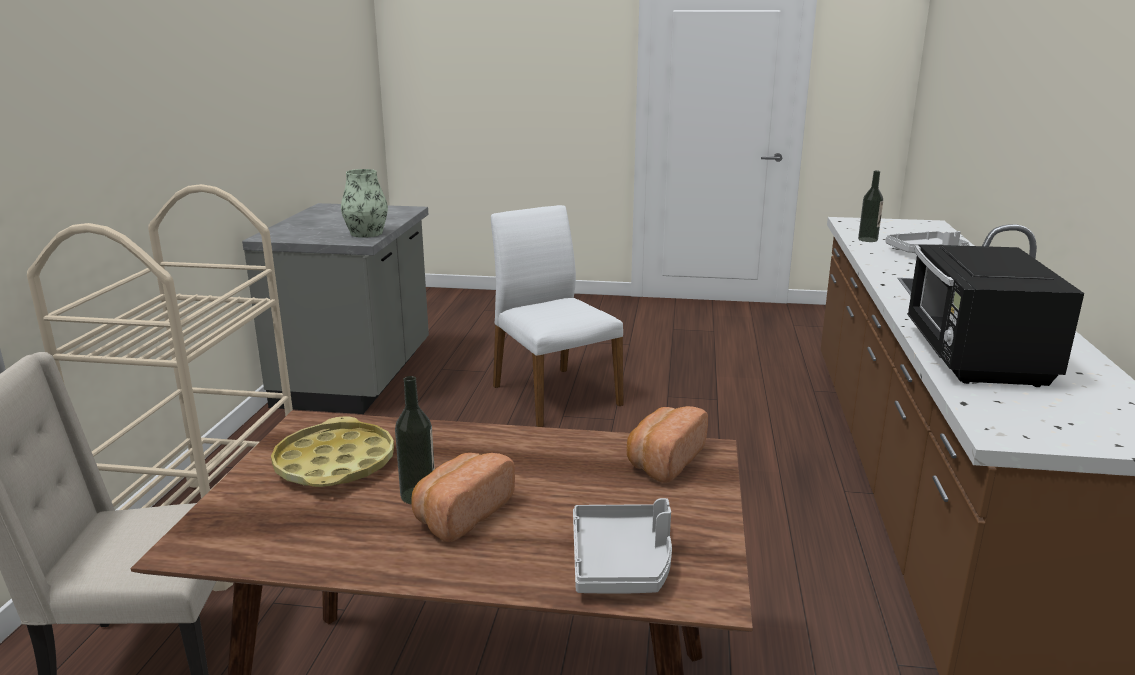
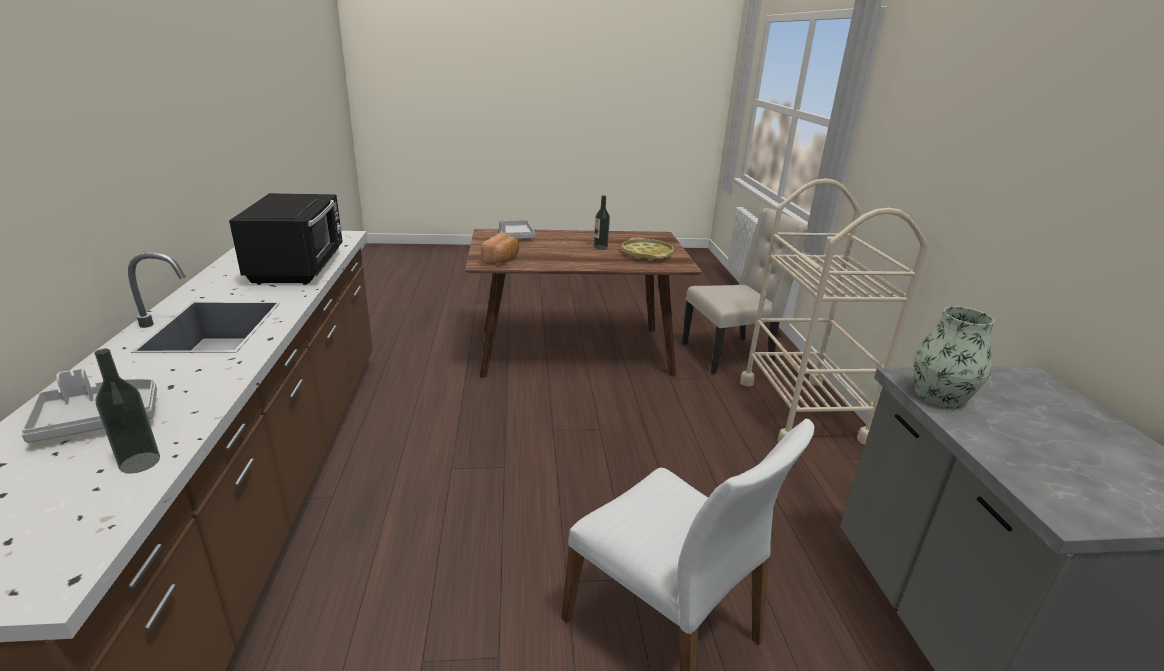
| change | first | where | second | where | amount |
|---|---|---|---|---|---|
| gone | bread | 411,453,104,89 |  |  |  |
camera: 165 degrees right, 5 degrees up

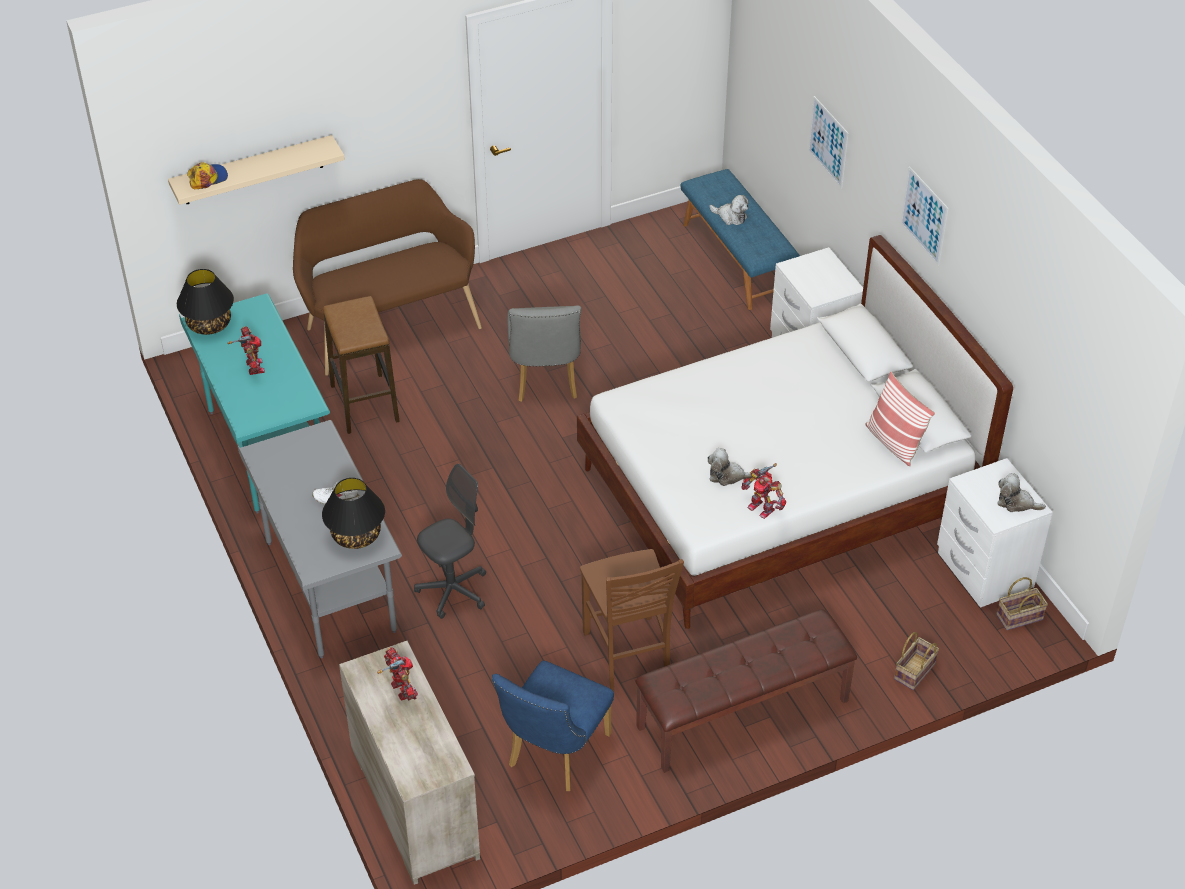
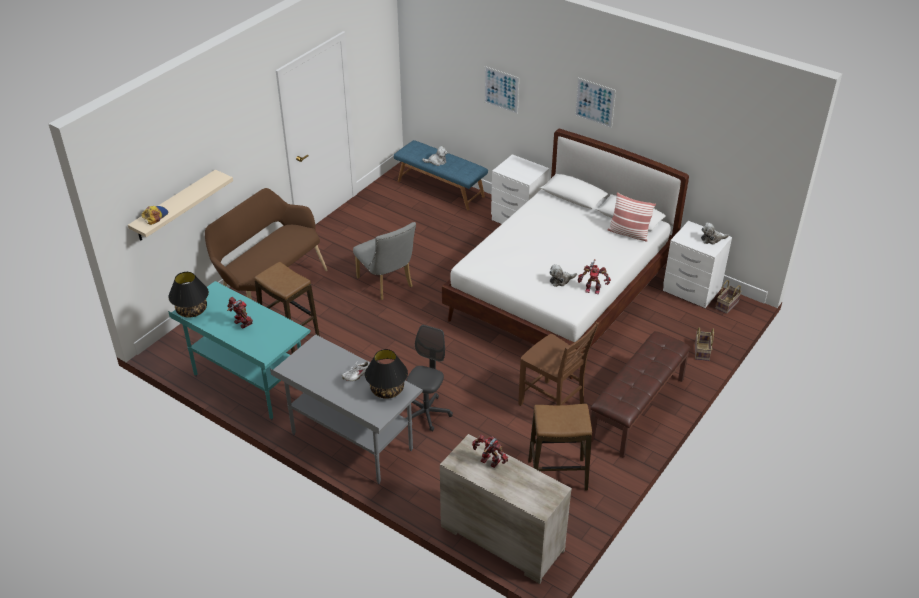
| change | first | where | second | where | amount |
|---|---|---|---|---|---|
| swapped | chair (blue) | 492,661,122,130 | stool | 528,404,64,87 |  |
camera: 30 degrees left, 5 degrees down

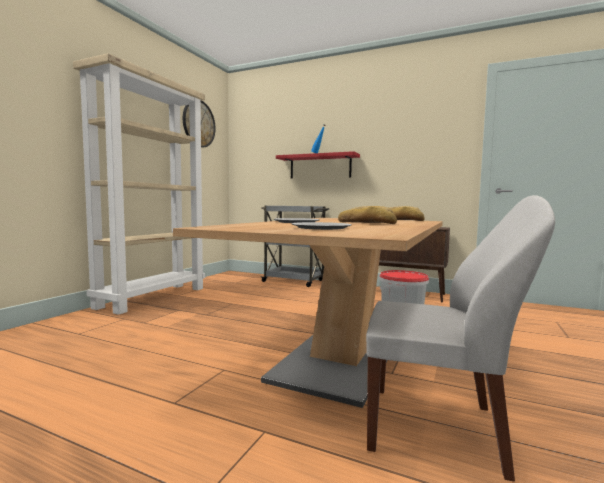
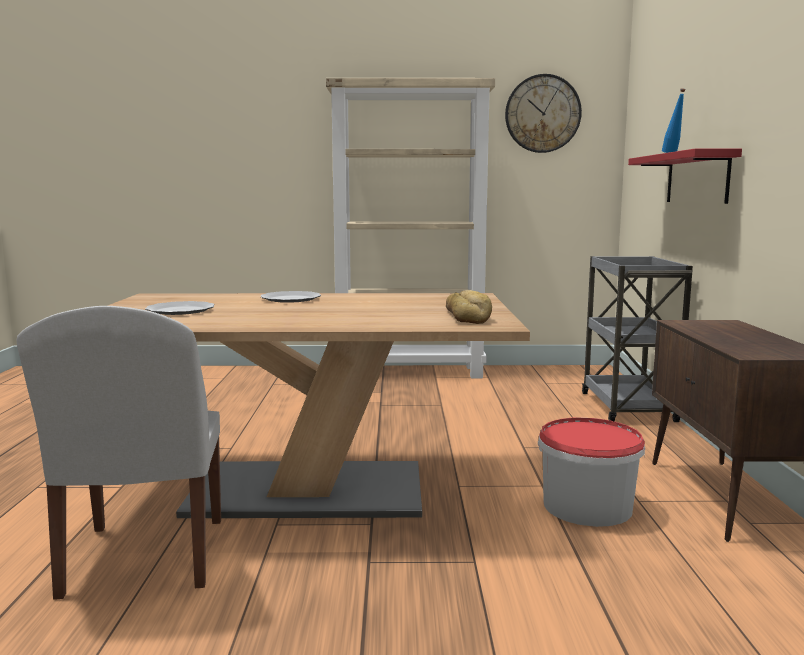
| change | first | where | second | where | amount |
|---|---|---|---|---|---|
| gone | bread | 338,206,59,18 |  |  |  |
camera: 65 degrees right, 5 degrees up

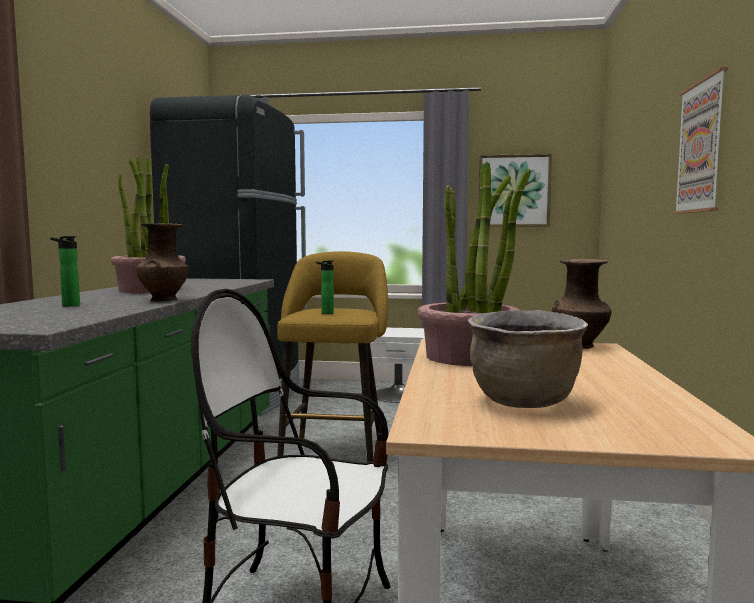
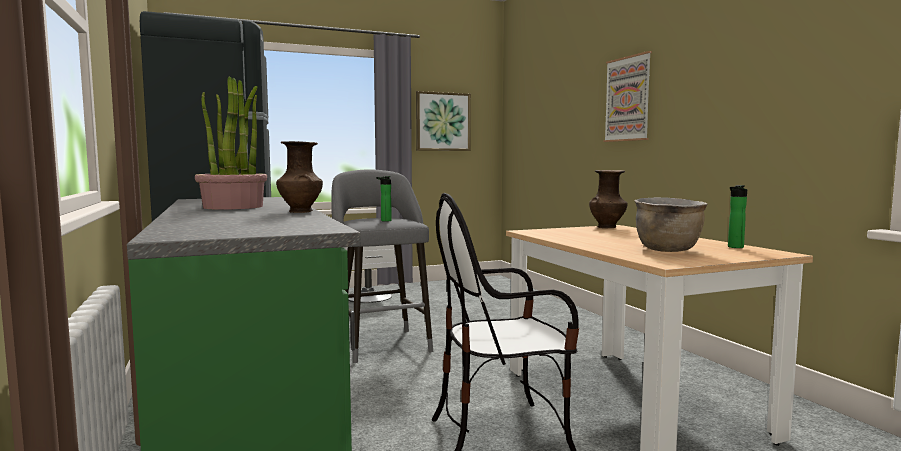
| change | first | where | second | where | amount |
|---|---|---|---|---|---|
| gone | potted plant | 418,161,113,205 |  |  |  |
| shifted | bottle | 50,236,30,71 |  | 728,185,19,63 |  |
| repainted | stool (yellow) | 277,251,111,211 | stool (grey) | 331,169,102,194 |  |
camera: 30 degrees left, 0 degrees up

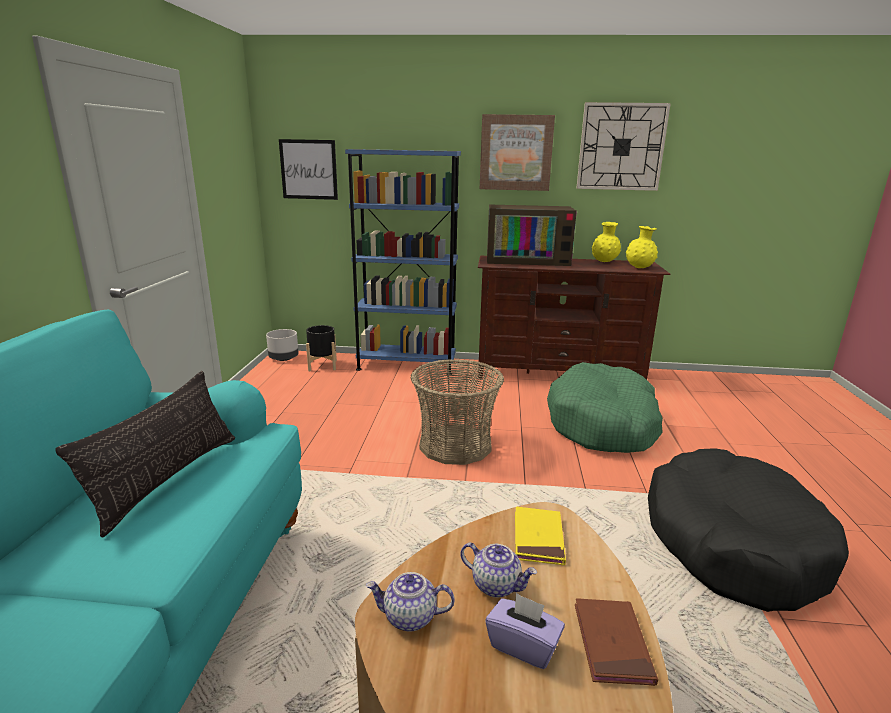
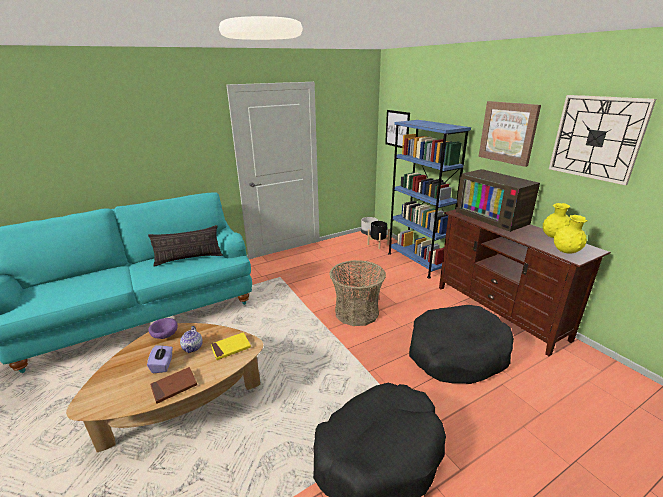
| change | first | where | second | where | amount |
|---|---|---|---|---|---|
| repainted | dog bed (green) | 547,362,116,91 | dog bed (black) | 409,305,105,79 |  |
| swapped | teapot | 366,572,89,60 | bowl (purple) | 148,318,30,21 |  |
camera: 55 degrees right, 5 degrees up

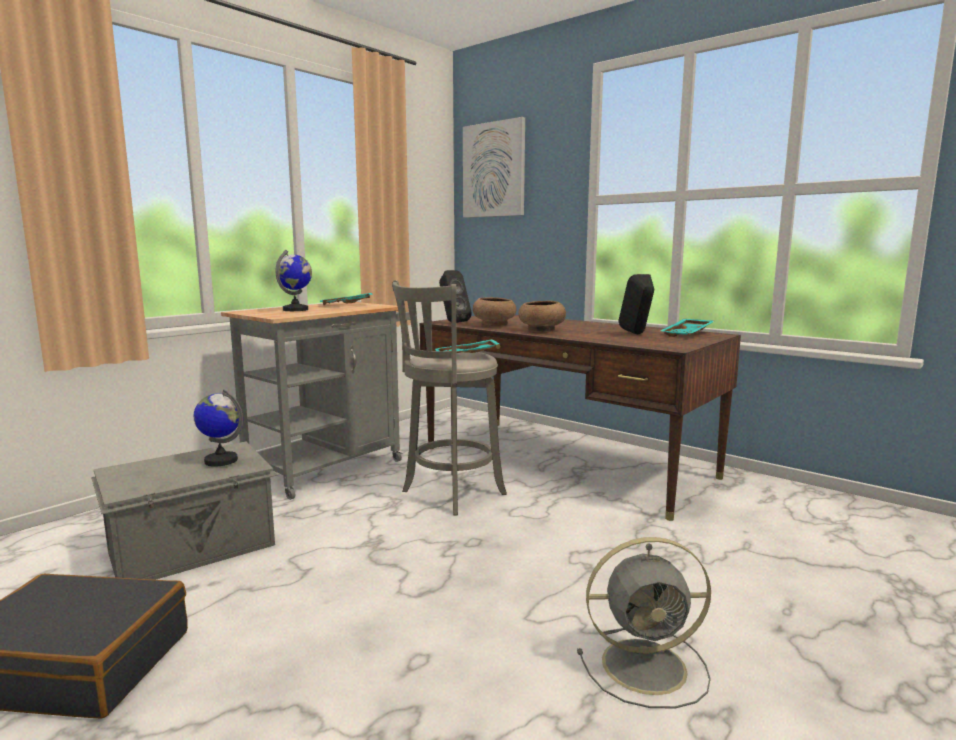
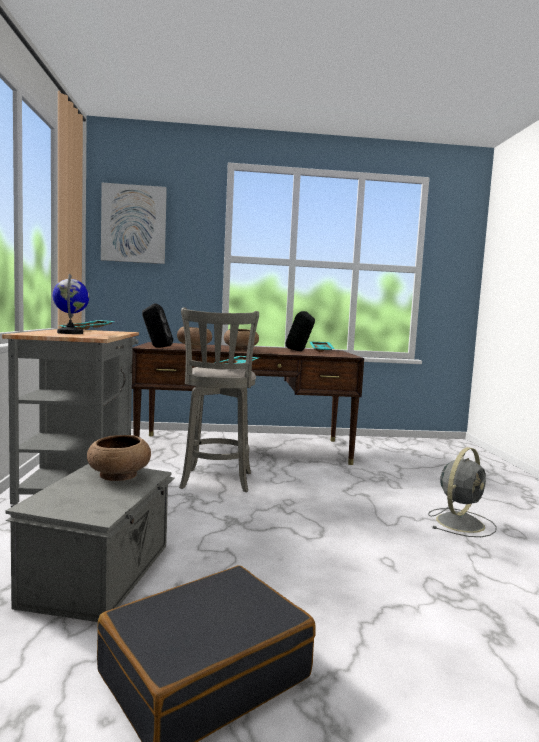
| change | first | where | second | where | amount |
|---|---|---|---|---|---|
| swapped | globe | 193,389,50,78 | bowl (brown) | 87,435,64,46 |  |
camera: 45 degrees left, 5 degrees down

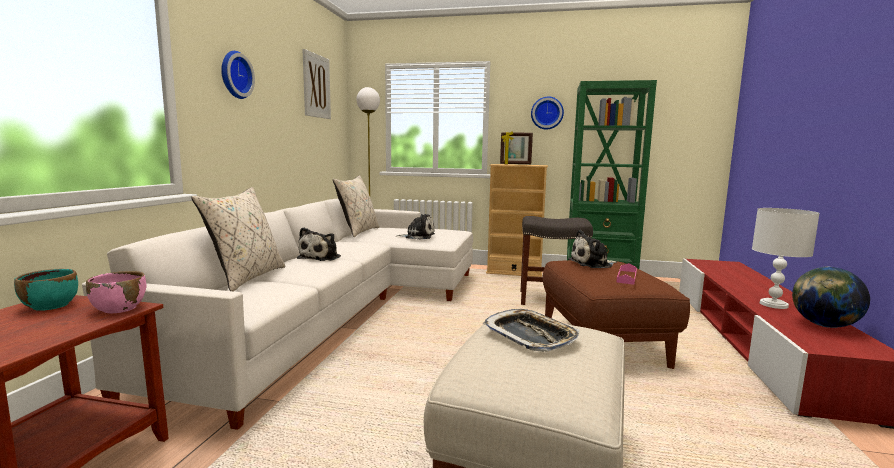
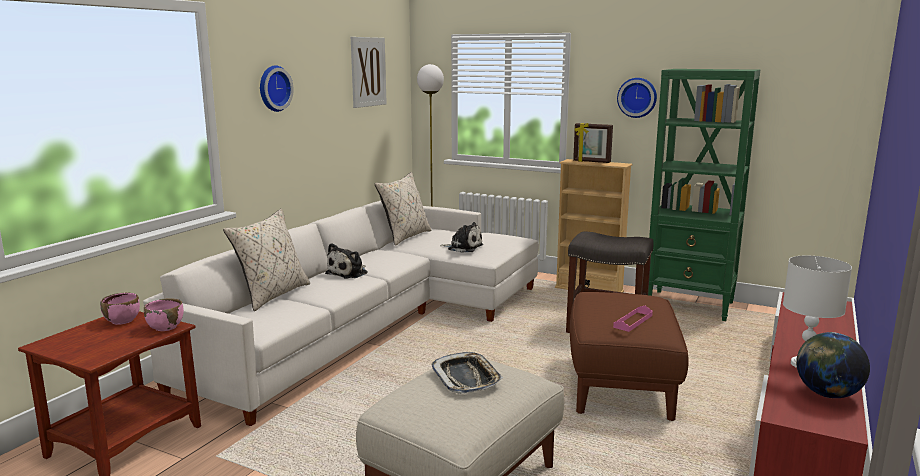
| change | first | where | second | where | amount |
|---|---|---|---|---|---|
| gone | plush toy | 568,230,49,38 |  |  |  |
| repainted | bowl (turquoise) | 14,269,64,42 | bowl (pink) | 100,293,40,32 |  |
camera: 15 degrees right, 5 degrees up

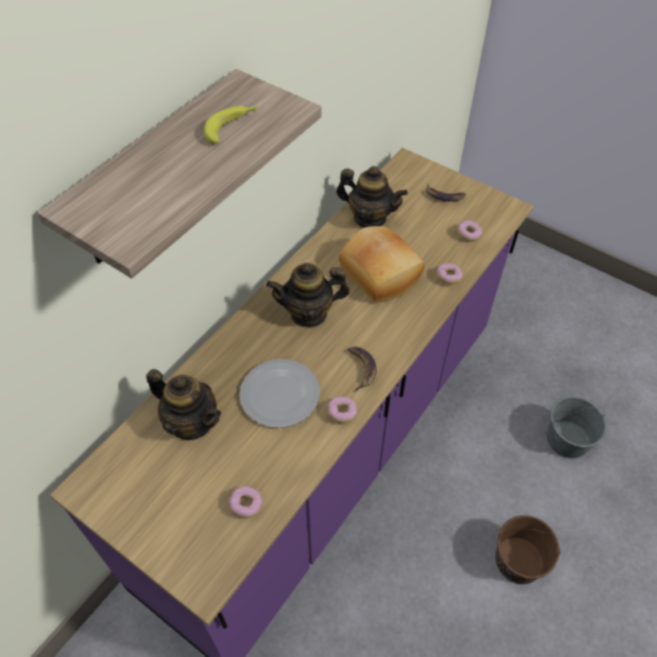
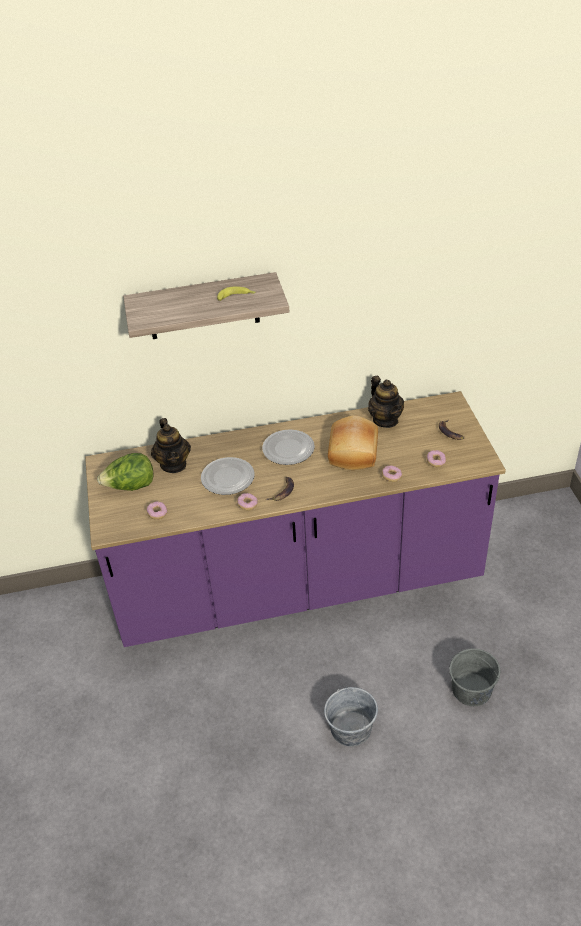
| change | first | where | second | where | amount |
|---|---|---|---|---|---|
| swapped | teapot | 266,263,84,65 | plate | 262,429,53,36 |  |
| repainted | bucket (brown) | 495,515,65,69 | bucket (grey) | 324,686,54,61 |  |
| new |  |  | lettuce | 97,453,57,38 |  |
camera: 45 degrees right, 10 degrees down

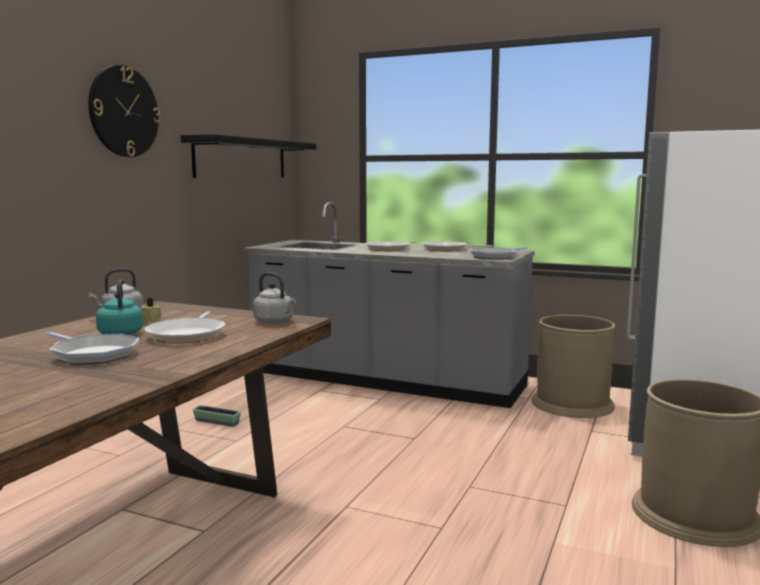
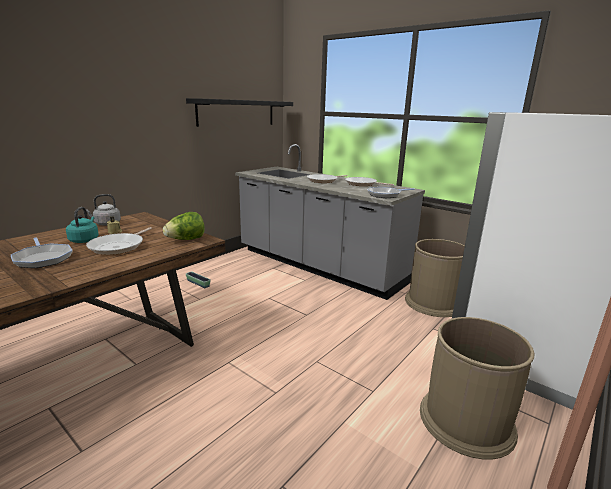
| change | first | where | second | where | amount |
|---|---|---|---|---|---|
| gone | wall clock | 88,65,73,92 |  |  |  |
| swapped | kettle (grey) | 253,272,43,52 | lettuce | 163,212,42,28 |  |
camera: 15 degrees right, 10 degrees up

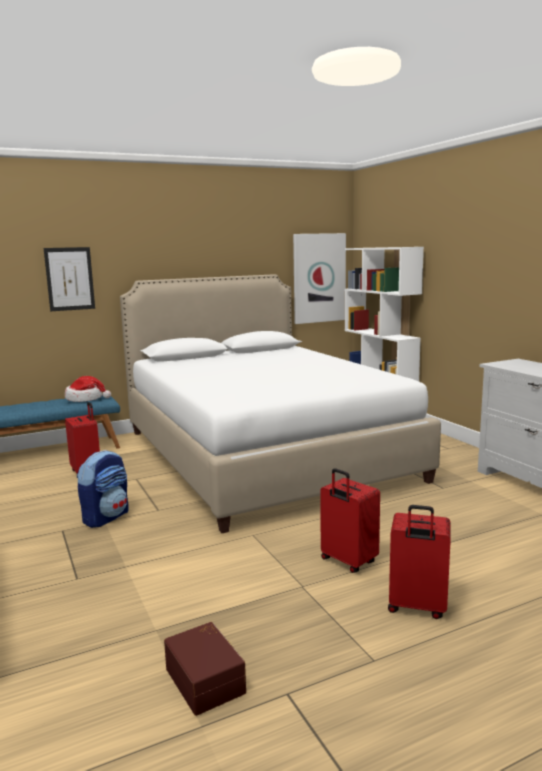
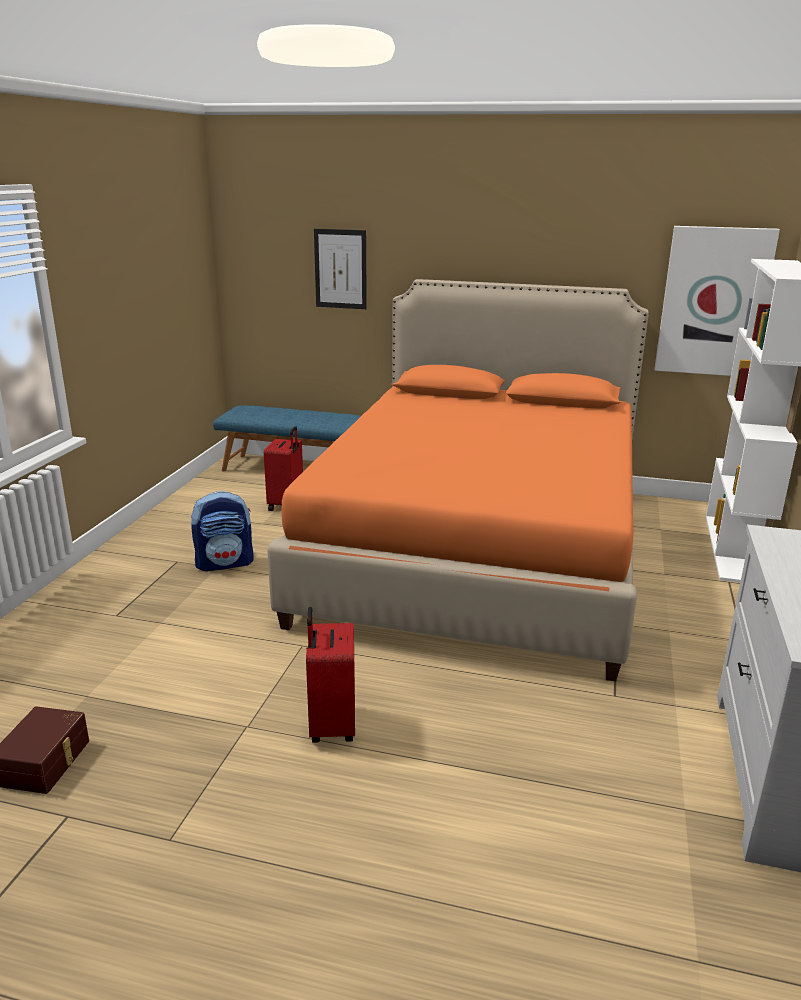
| change | first | where | second | where | amount |
|---|---|---|---|---|---|
| repainted | bed (white) | 120,274,321,259 | bed (orange) | 267,279,382,403 |  |
| gone | hat | 65,376,46,26 |  |  |  |
| gone | suitcase (red) | 388,505,63,114 |  |  |  |
camera: 40 degrees right, 10 degrees up

